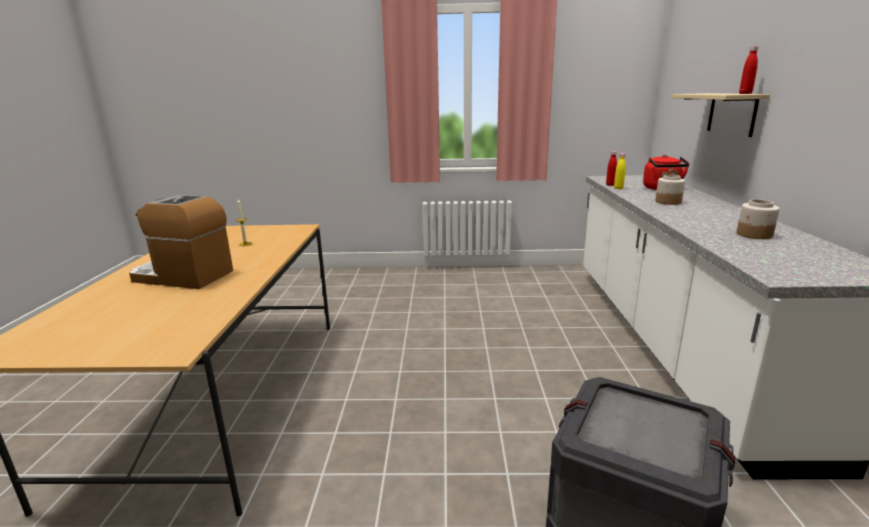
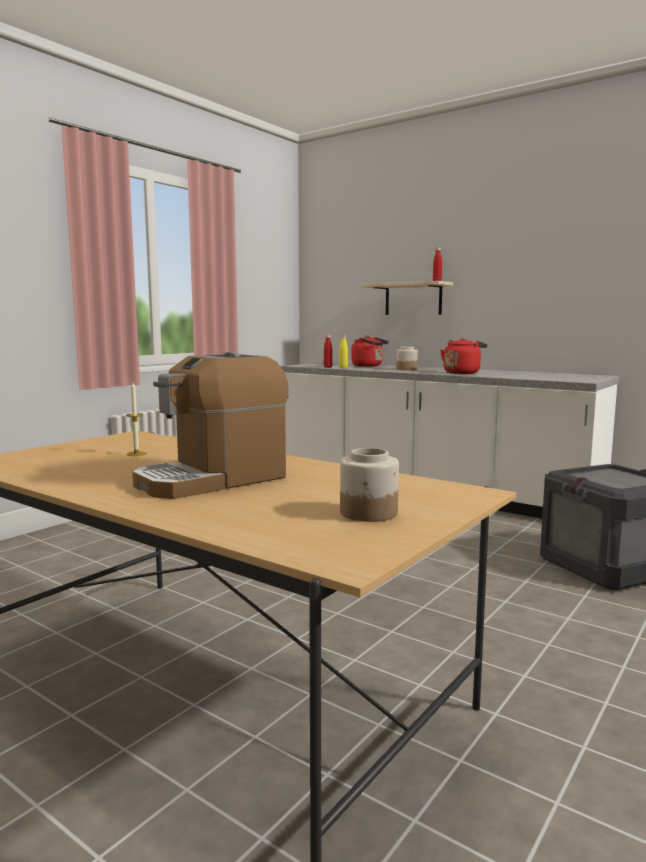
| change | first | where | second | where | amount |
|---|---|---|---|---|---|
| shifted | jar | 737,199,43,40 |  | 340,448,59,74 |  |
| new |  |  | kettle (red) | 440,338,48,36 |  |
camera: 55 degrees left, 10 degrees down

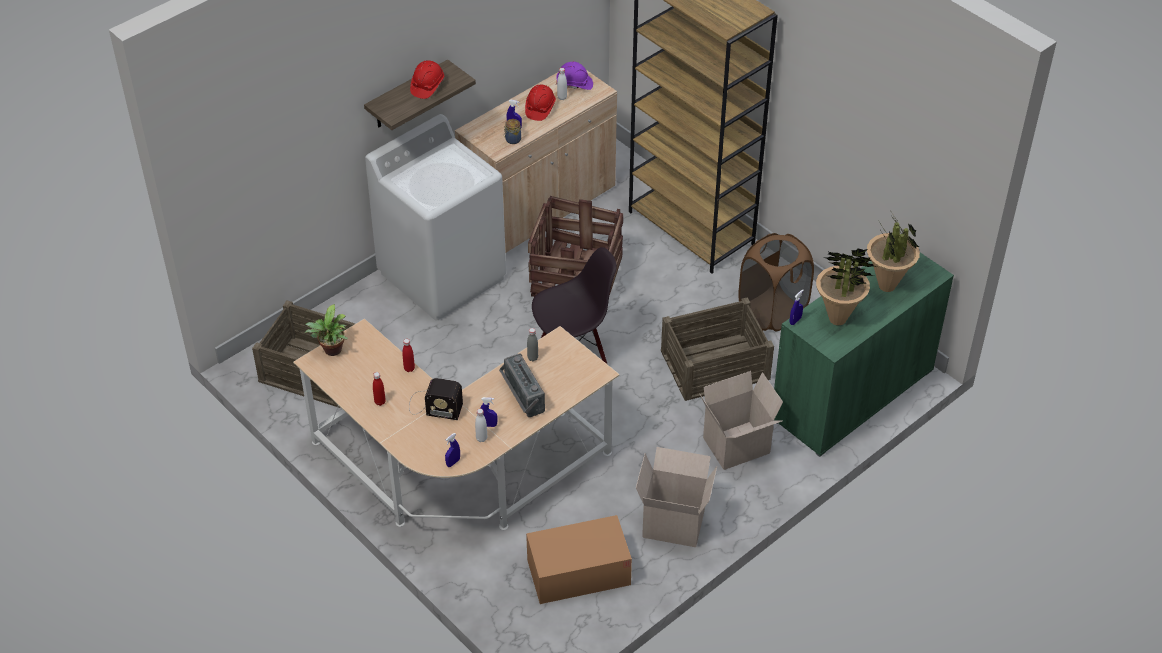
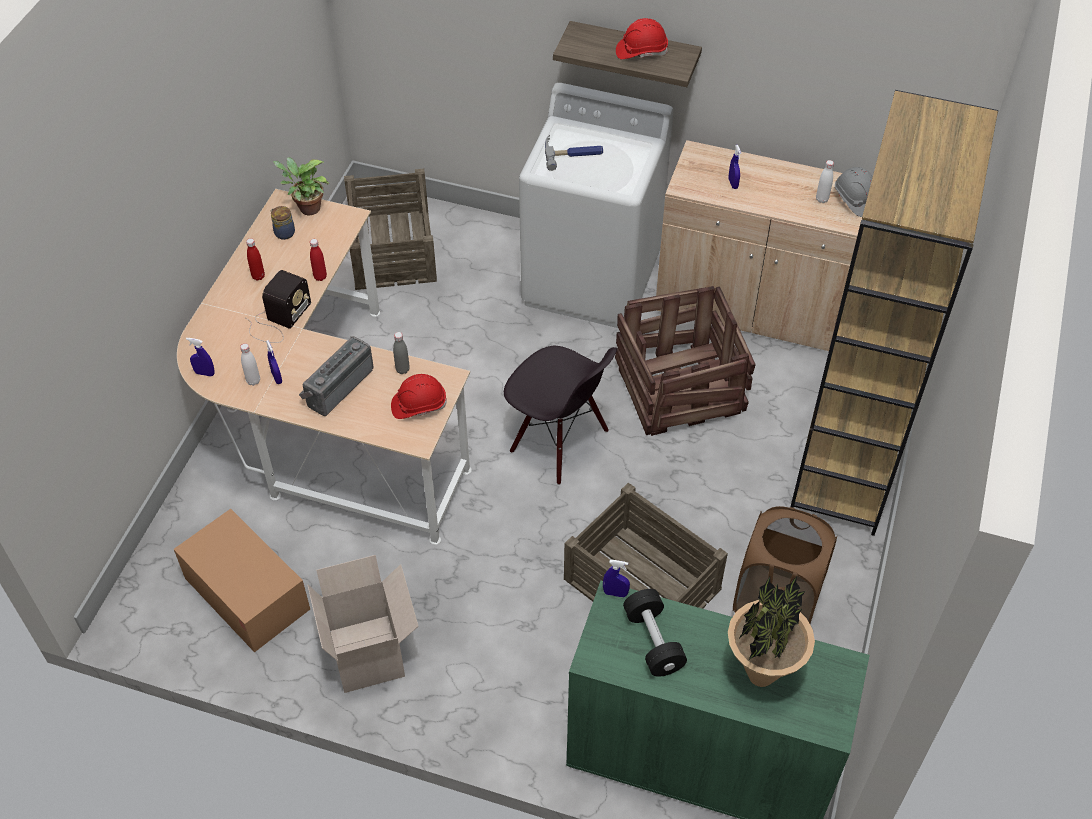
| change | first | where | second | where | amount |
|---|---|---|---|---|---|
| repainted | hard hat (purple) | 556,62,37,28 | hard hat (grey) | 835,167,38,50 |  |
| shifted | hard hat (red) | 525,84,31,37 |  | 391,374,56,45 |  |
| shifted | jar | 504,119,17,25 |  | 270,206,25,34 |  |
| swapped | potted plant | 816,249,61,76 | dumbbell (black) | 623,589,64,88 |  |
| gone | cardboard box | 700,371,83,99 |  |  |  |
| rotated | radio | 409,378,54,42 |  | 246,270,65,73 | 135 degrees counterclockwise |
| new |  |  | hammer | 545,135,58,36 |  |
camera: 60 degrees right, 5 degrees up

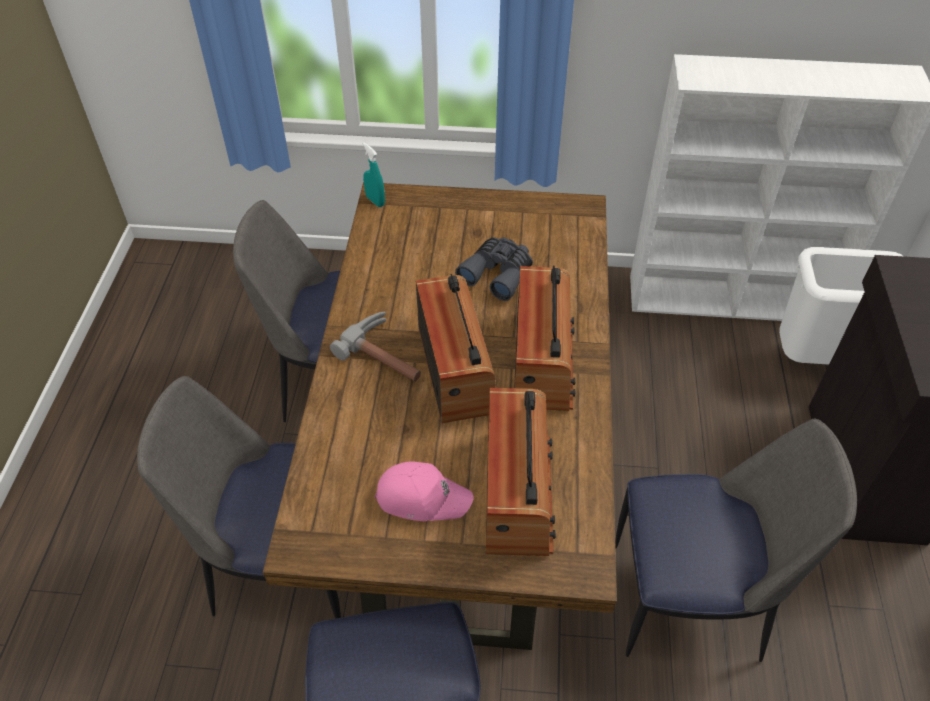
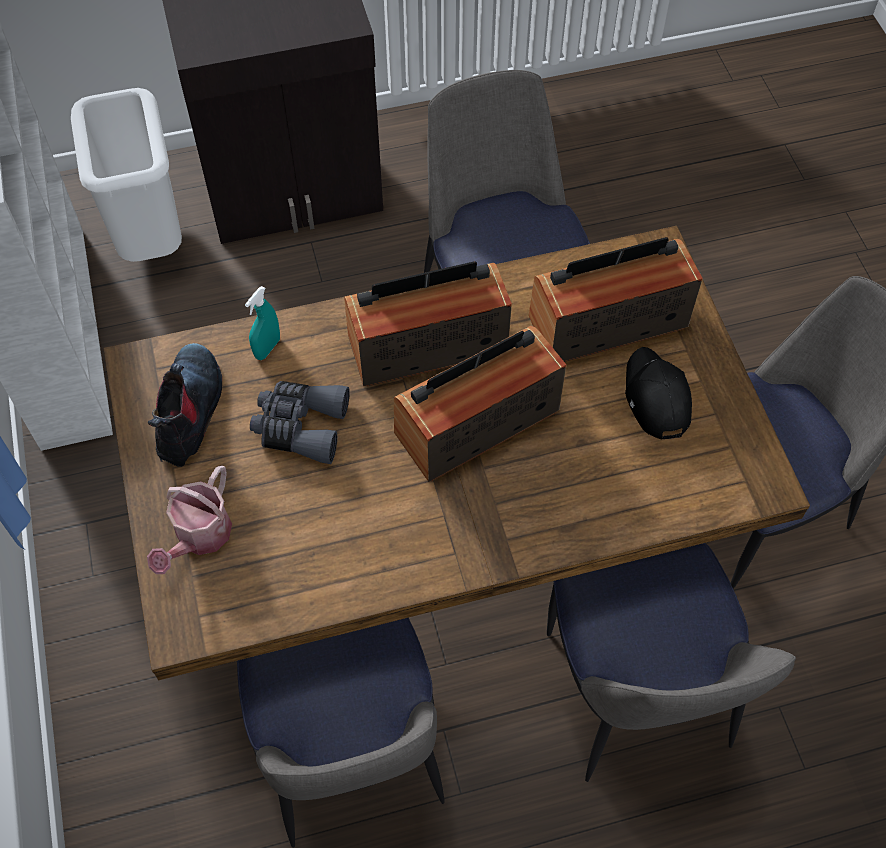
| change | first | where | second | where | amount |
|---|---|---|---|---|---|
| shifted | spray bottle (turquoise) | 363,143,22,64 |  | 245,286,35,74 |  |
| gone | hammer | 330,312,91,70 |  |  |  |
| repainted | cap (pink) | 375,462,99,59 | cap (black) | 625,347,67,92 |  |
| new |  |  | boot | 148,343,74,124 |  |
| new |  |  | watering can | 147,466,85,108 |  |
camera: 110 degrees left, 10 degrees up

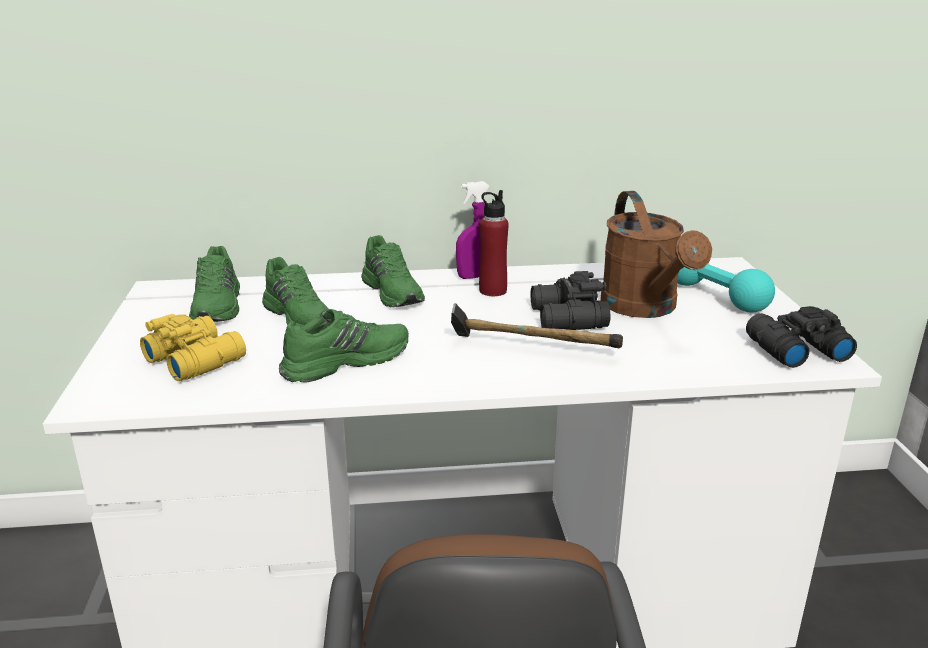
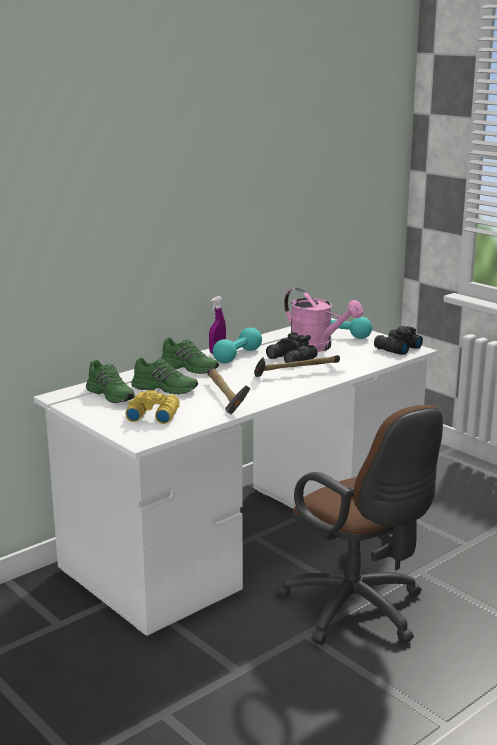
| change | first | where | second | where | amount |
|---|---|---|---|---|---|
| swapped | bottle (red) | 479,190,30,106 | dumbbell (turquoise) | 213,328,49,35 |  |
| repainted | watering can (brown) | 601,191,111,127 | watering can (pink) | 284,288,79,64 |  |
| swapped | shoe (green) | 279,309,130,73 | hammer | 207,367,44,47 |  |
camera: 35 degrees left, 5 degrees down

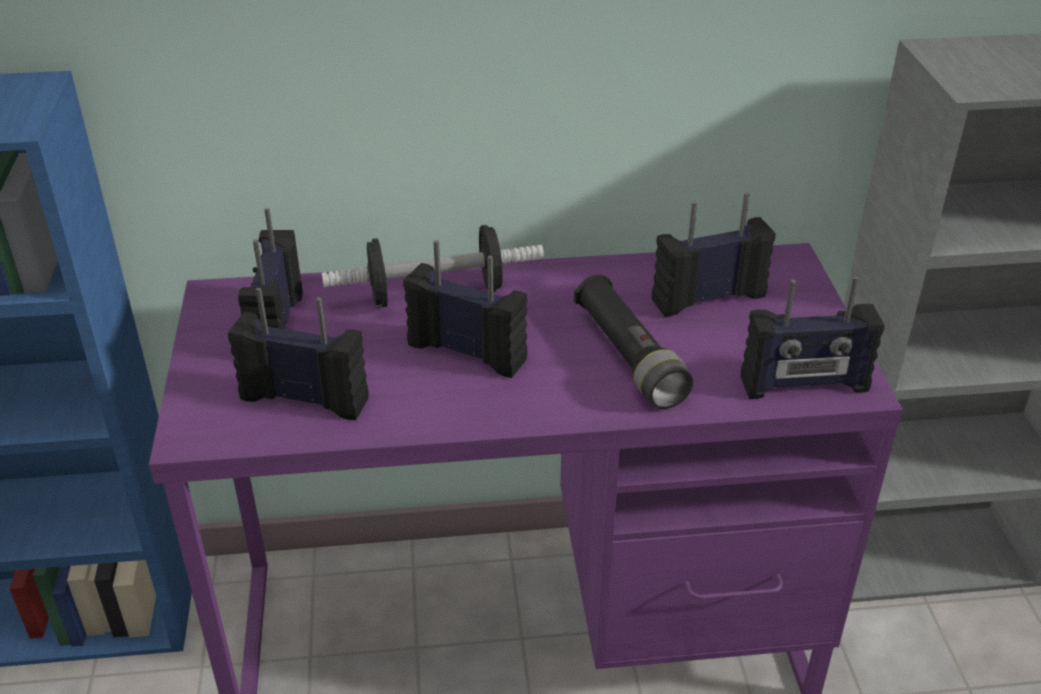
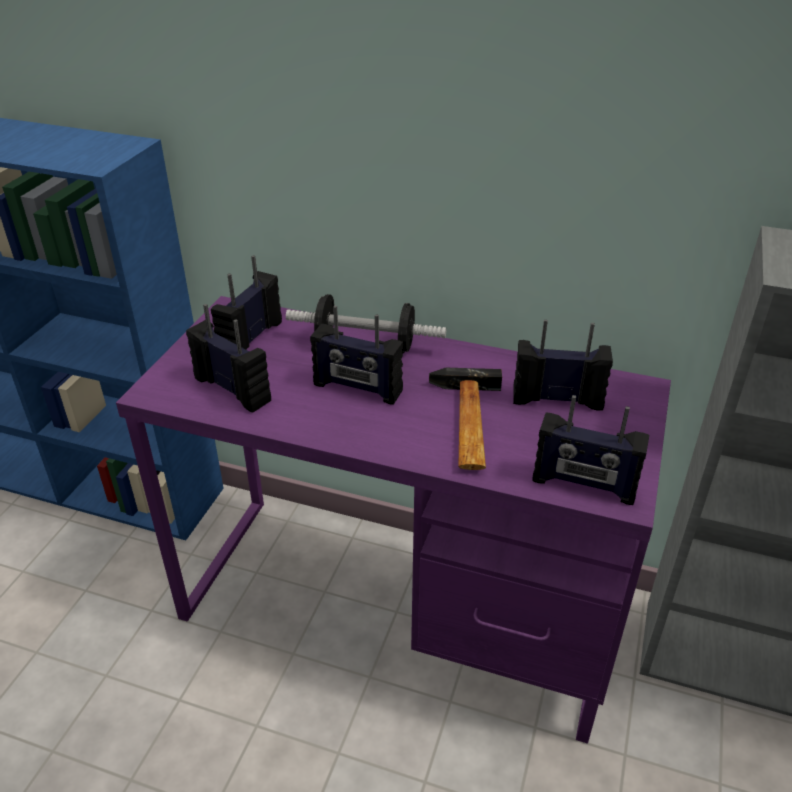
| change | first | where | second | where | amount |
|---|---|---|---|---|---|
| rotated | radio | 403,240,125,138 |  | 310,305,93,100 | 150 degrees clockwise |
| swapped | flashlight (black) | 574,275,119,134 | hammer | 429,368,73,102 |  |
camera: 25 degrees right, 0 degrees up

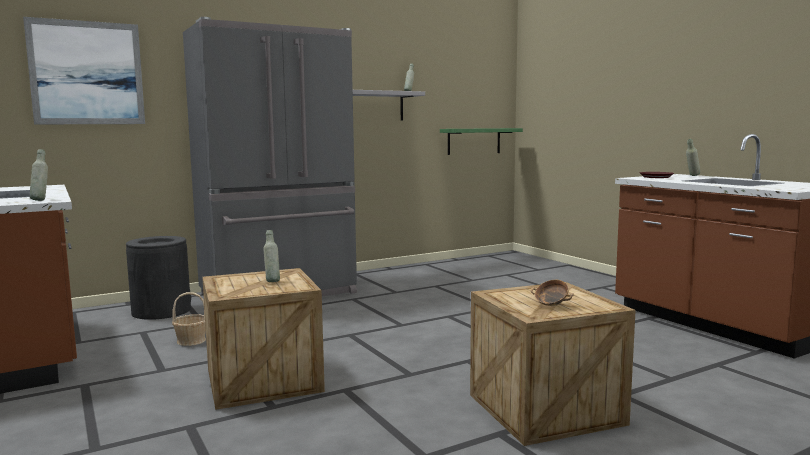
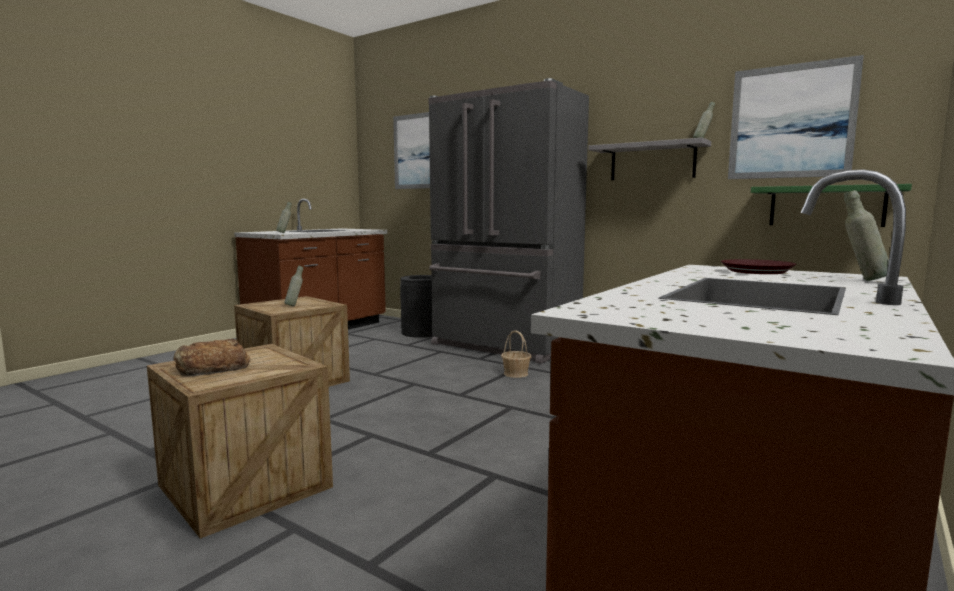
| change | first | where | second | where | amount |
|---|---|---|---|---|---|
| swapped | bowl | 531,280,43,26 | bread | 173,339,77,37 |  |
| shifted | basket | 172,292,34,54 |  | 501,331,30,47 |  |
| new |  |  | picture | 728,55,136,124 |  |
camera: 65 degrees right, 0 degrees up

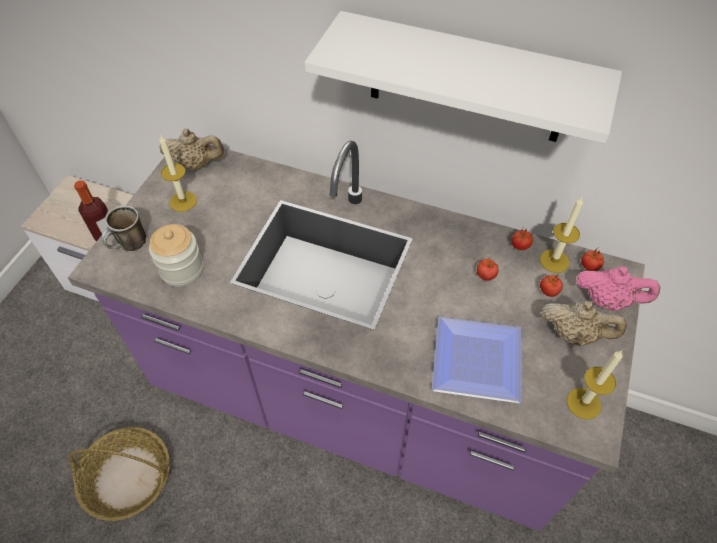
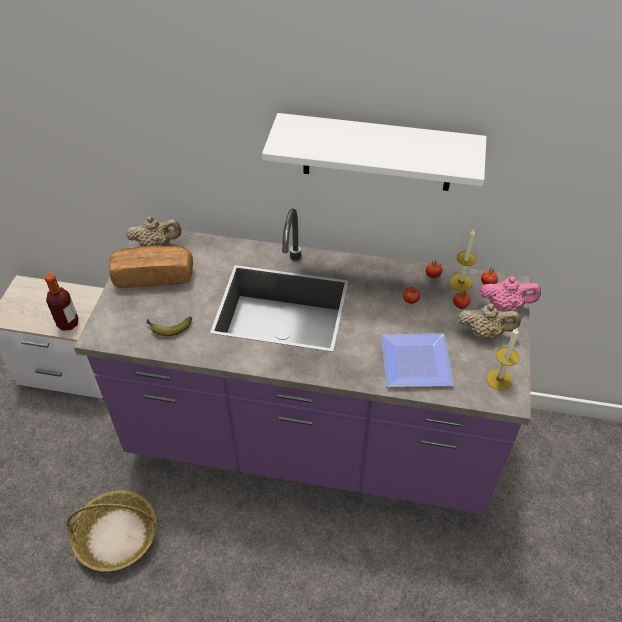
| change | first | where | second | where | amount |
|---|---|---|---|---|---|
| swapped | candle | 159,134,38,78 | bread | 109,246,84,42 |  |
| gone | mug | 102,205,44,46 |  |  |  |
| swapped | jar | 149,224,55,63 | banana | 146,317,46,19 |  |
camera: 10 degrees left, 5 degrees down

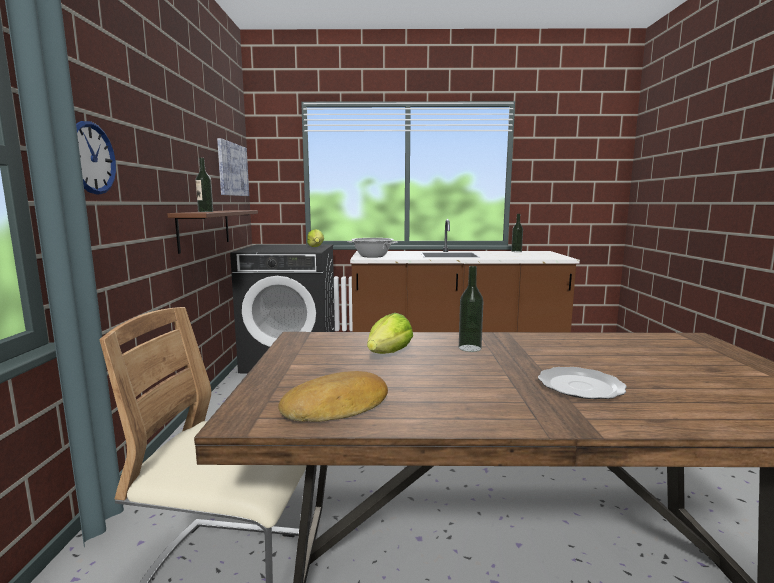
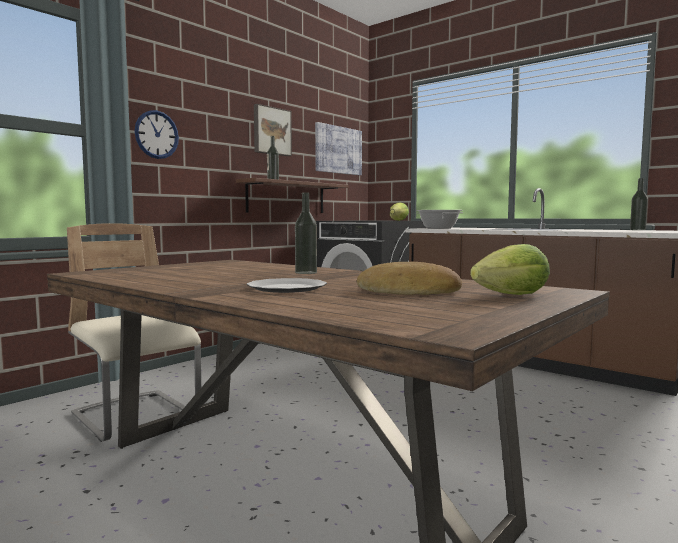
| change | first | where | second | where | amount |
|---|---|---|---|---|---|
| shifted | lettuce | 367,313,46,41 |  | 470,244,80,51 |  |
| shifted | bread | 278,371,110,51 |  | 357,262,105,33 |  |
| new |  |  | picture | 254,104,38,52 |  |
camera: 40 degrees right, 5 degrees down

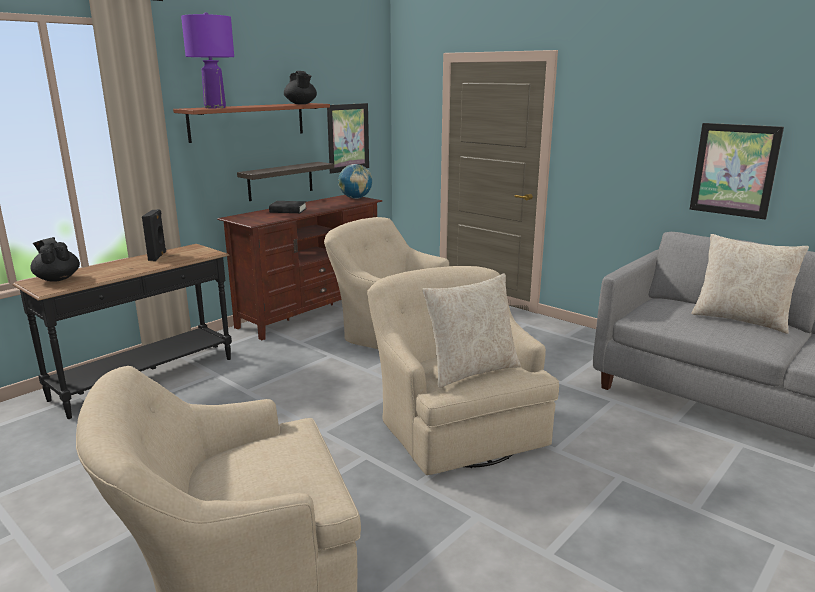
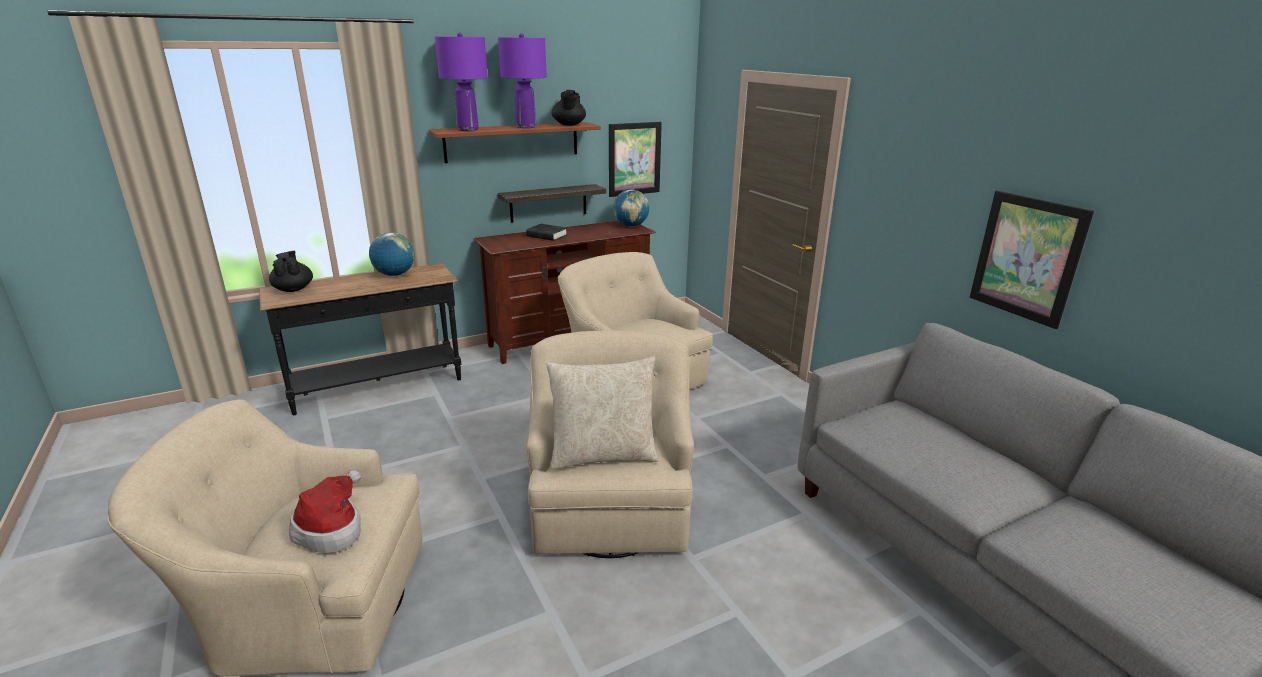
| change | first | where | second | where | amount |
|---|---|---|---|---|---|
| swapped | speaker (black) | 142,209,24,52 | globe | 369,232,46,44 |  |
| gone | pillow (beige) | 691,234,118,100 |  |  |  |
| new |  |  | table lamp (purple) | 498,33,49,95 |  |
| new |  |  | hat | 289,470,72,84 |  |
camera: 20 degrees right, 5 degrees up

